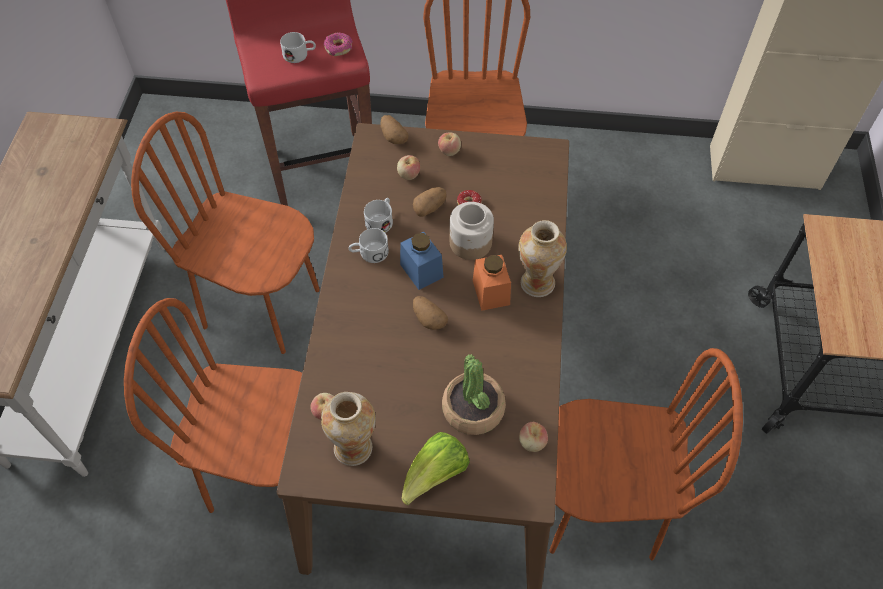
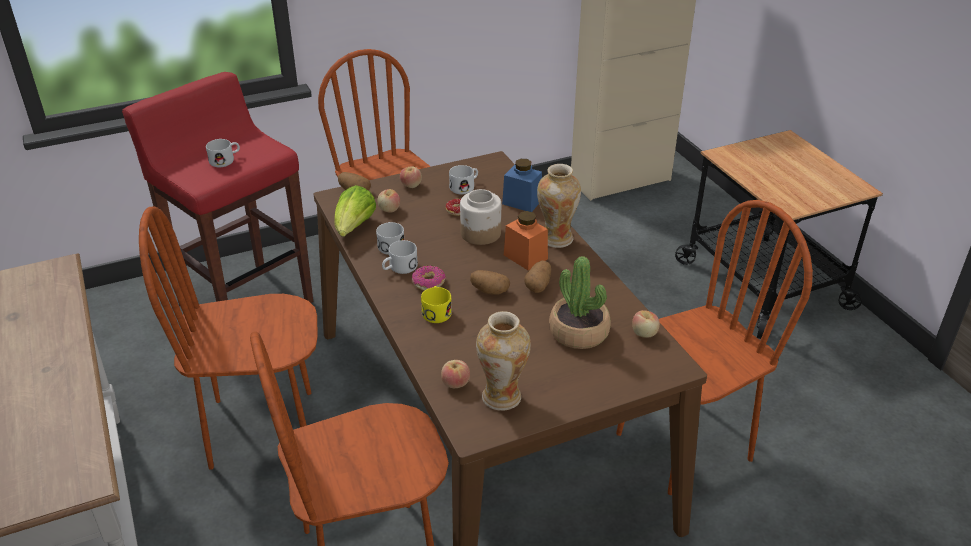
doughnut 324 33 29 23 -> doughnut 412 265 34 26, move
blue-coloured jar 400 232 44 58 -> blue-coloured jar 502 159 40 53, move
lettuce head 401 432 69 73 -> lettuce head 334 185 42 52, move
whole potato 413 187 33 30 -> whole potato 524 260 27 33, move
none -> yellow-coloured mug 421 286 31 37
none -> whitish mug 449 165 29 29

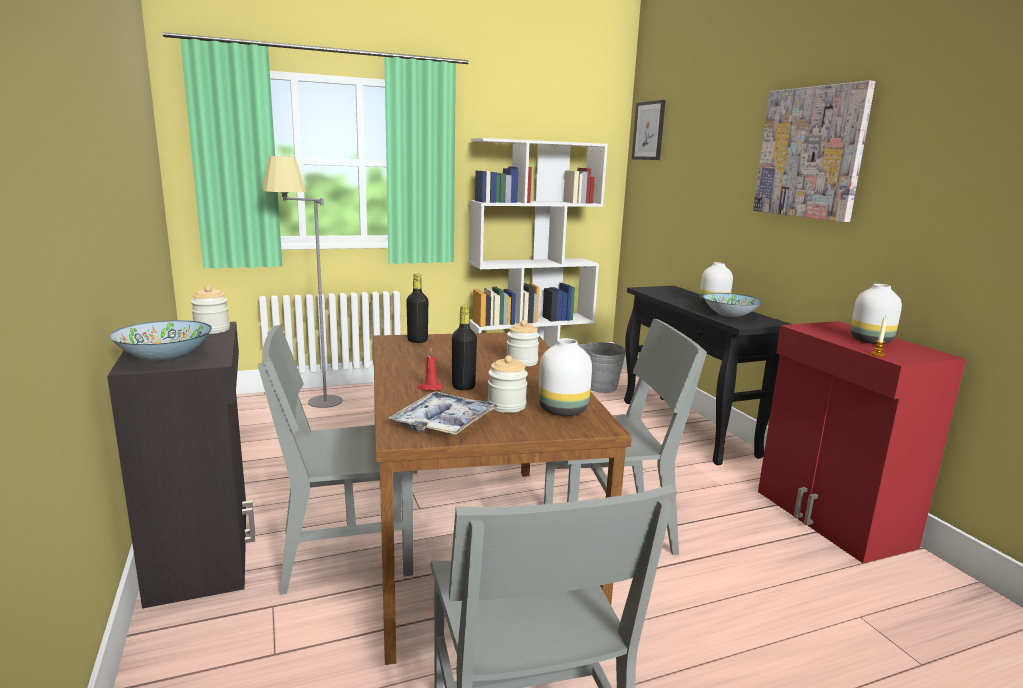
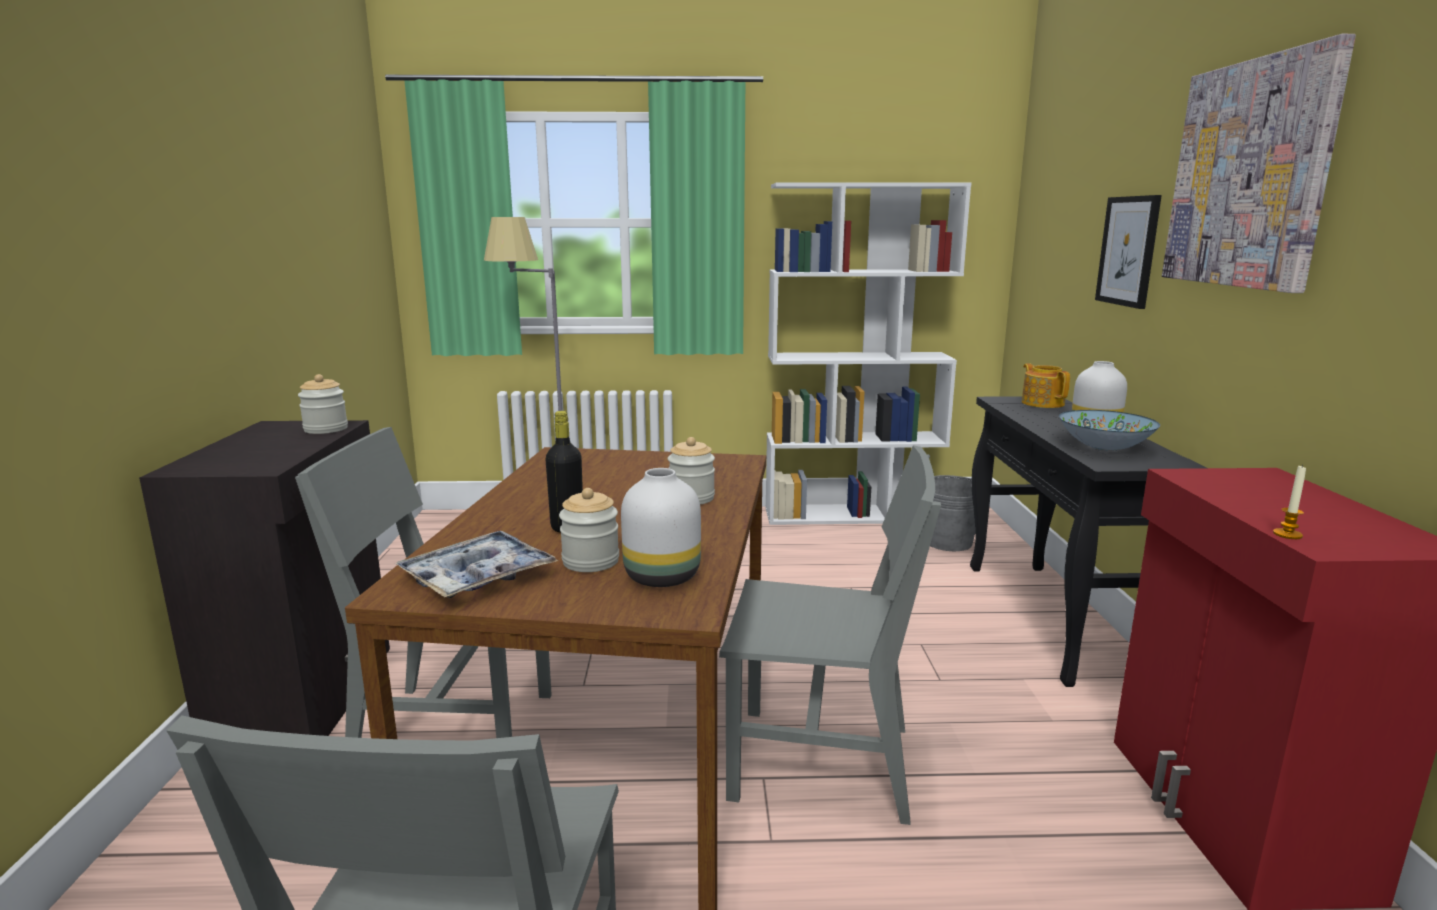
bowl 109 320 103 42 -> none
blackish beverage bottle 406 274 22 69 -> none
red wax light 417 349 26 42 -> none
wall art 632 100 34 60 -> wall art 1095 195 67 114, move
whitish vase 850 284 52 60 -> none
none -> teapot 1022 363 48 45

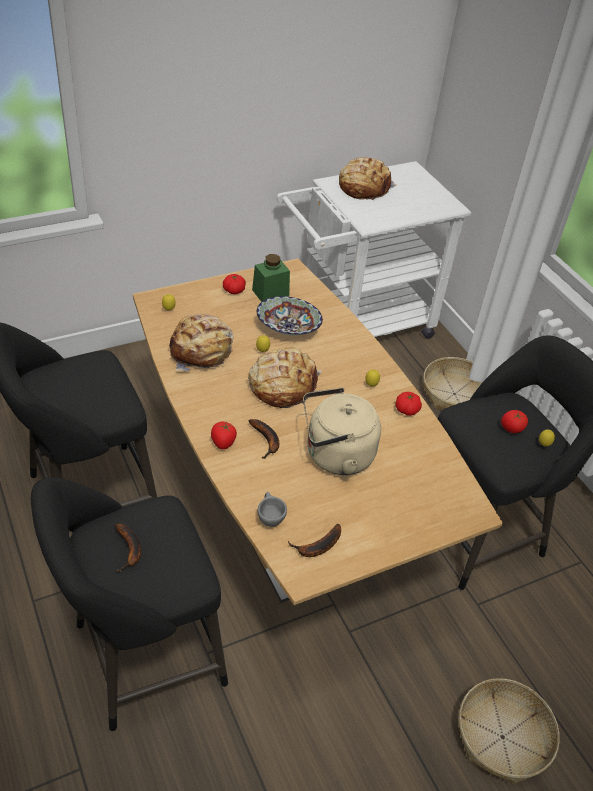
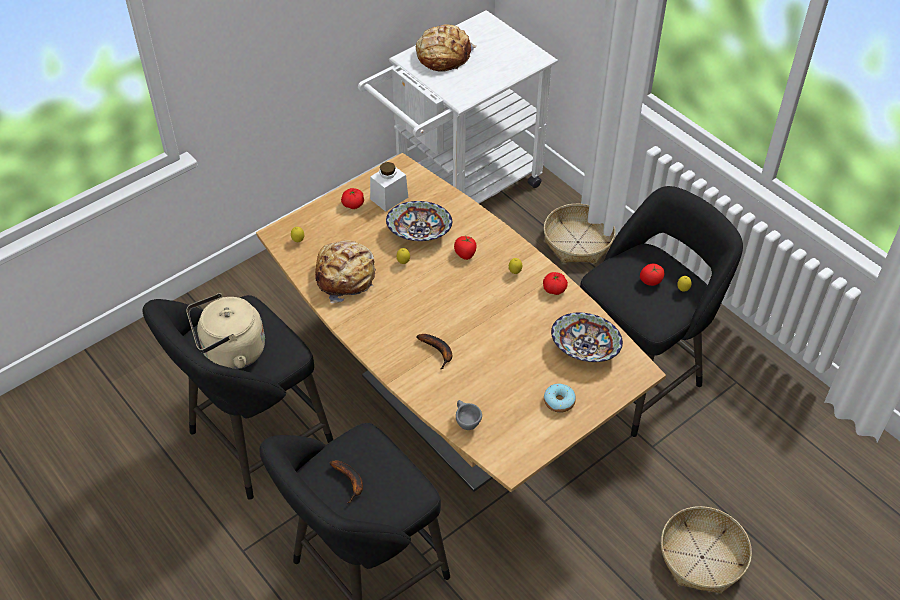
whole tomato 211 422 26 27 -> whole tomato 454 235 22 25, move
bread 248 347 74 61 -> none
greenish jar 252 254 38 48 -> whitish jar 370 162 38 50
whole banana 288 524 53 33 -> none
sand-coloured water kettle 303 387 78 88 -> sand-coloured water kettle 186 293 79 76, move
none -> doughnut 544 384 32 29
none -> bowl 551 313 72 49

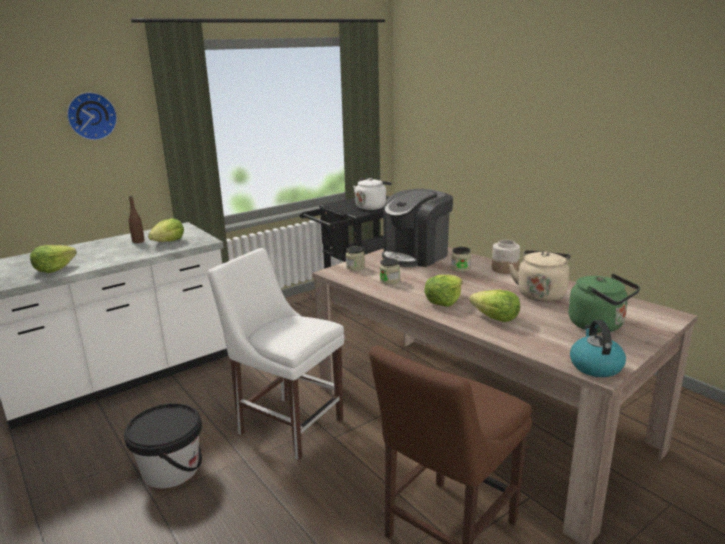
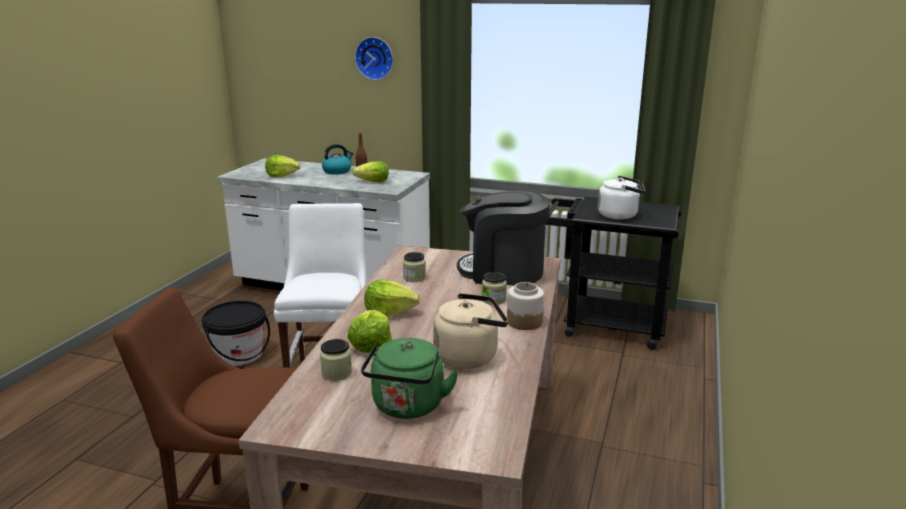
jar 346 246 19 25 -> jar 320 339 32 42, move
water kettle 570 320 56 57 -> water kettle 322 144 32 31, move

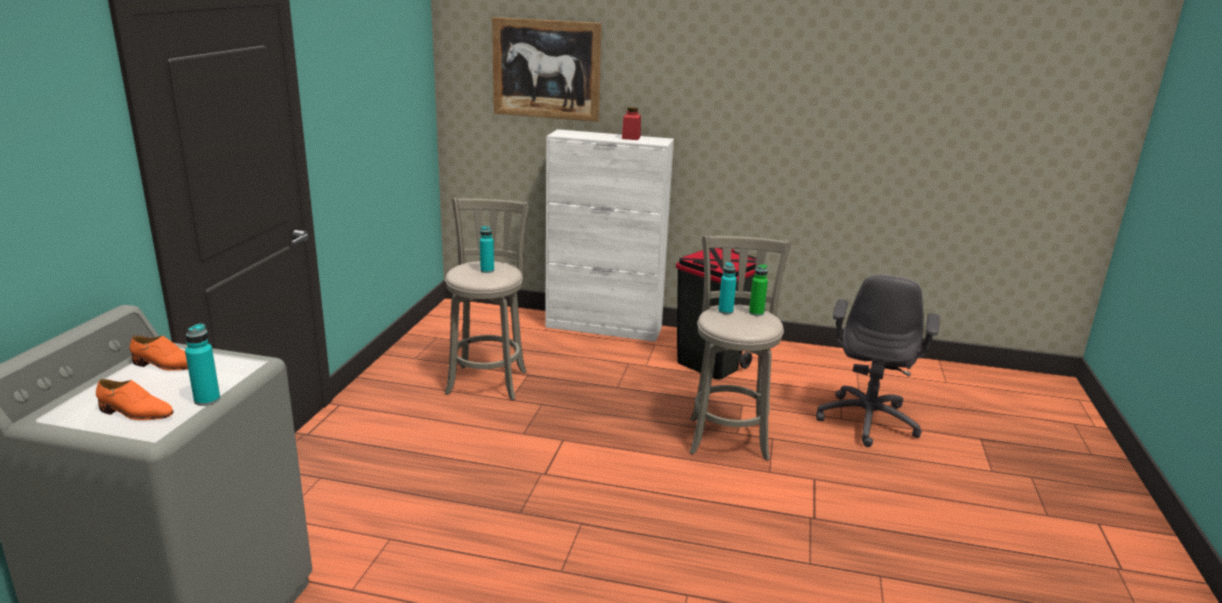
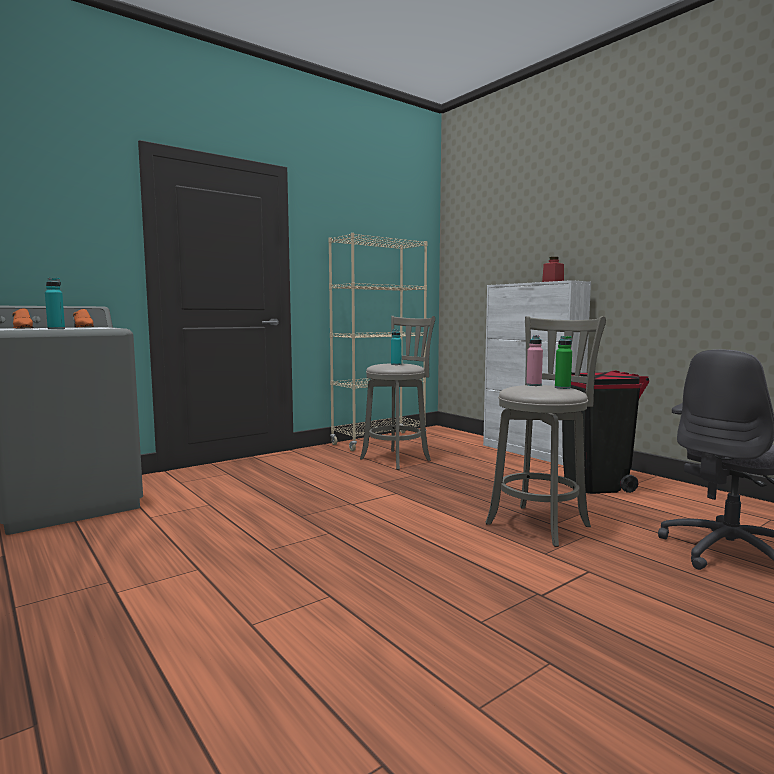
wall art 492 17 110 105 -> none
blue-green beverage bottle 718 262 19 52 -> pink-coloured beverage bottle 526 335 17 51
none -> sand-coloured shelving unit 328 233 99 218

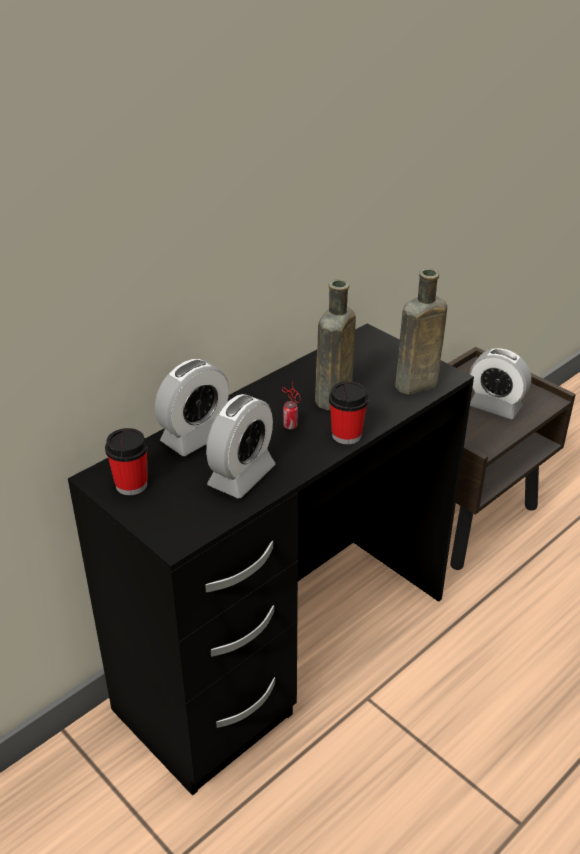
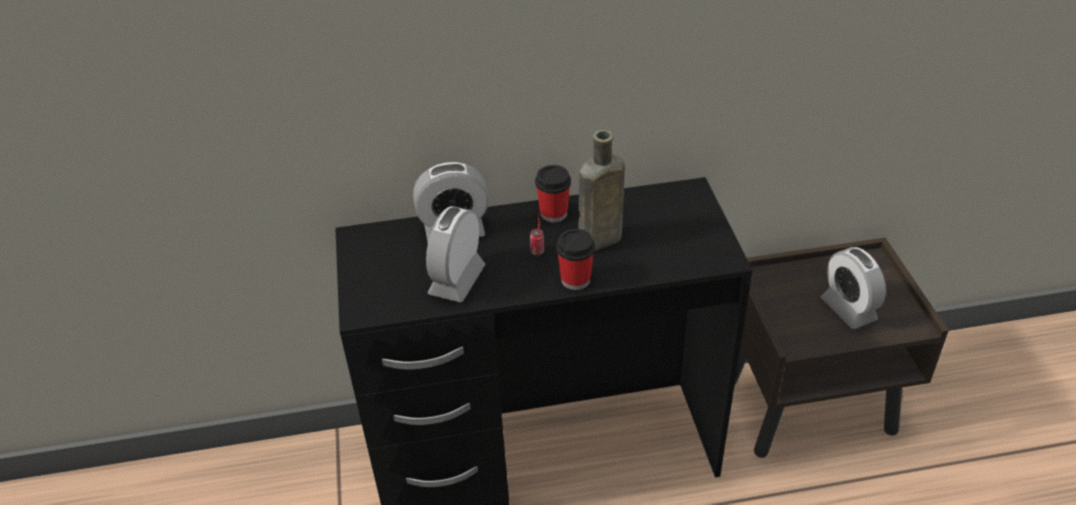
cup 105 428 43 67 -> cup 535 165 36 57, move
alarm clock 206 394 70 104 -> alarm clock 426 206 60 96, 135 degrees clockwise
brown-coloured beverage bottle 395 268 52 127 -> none

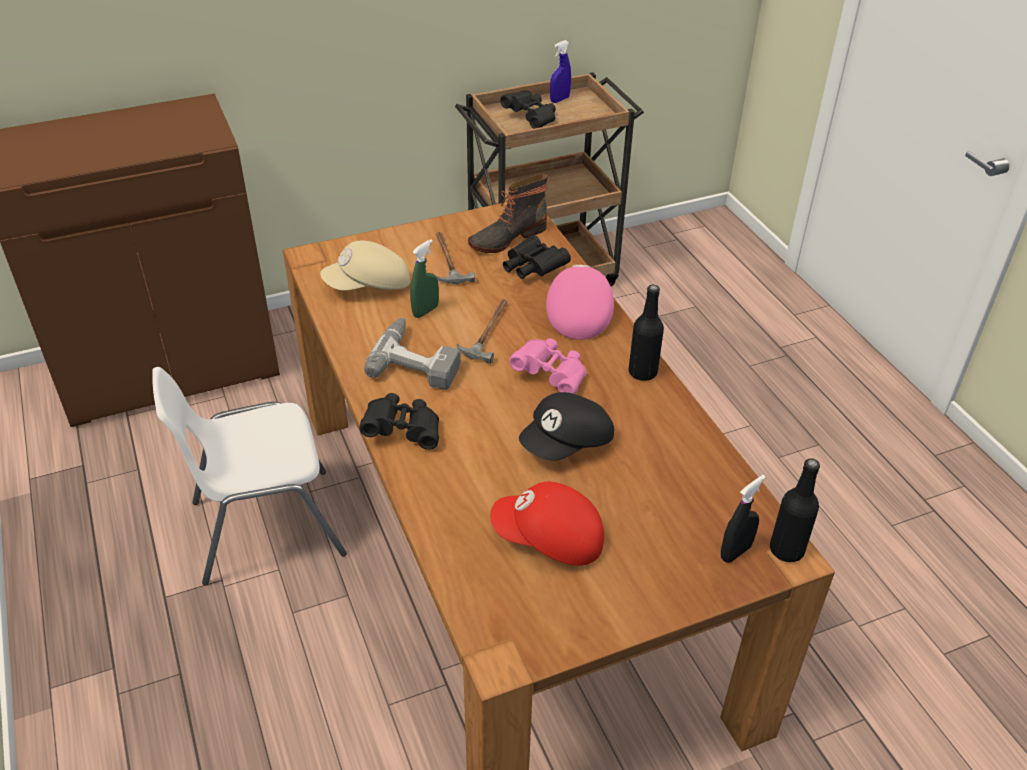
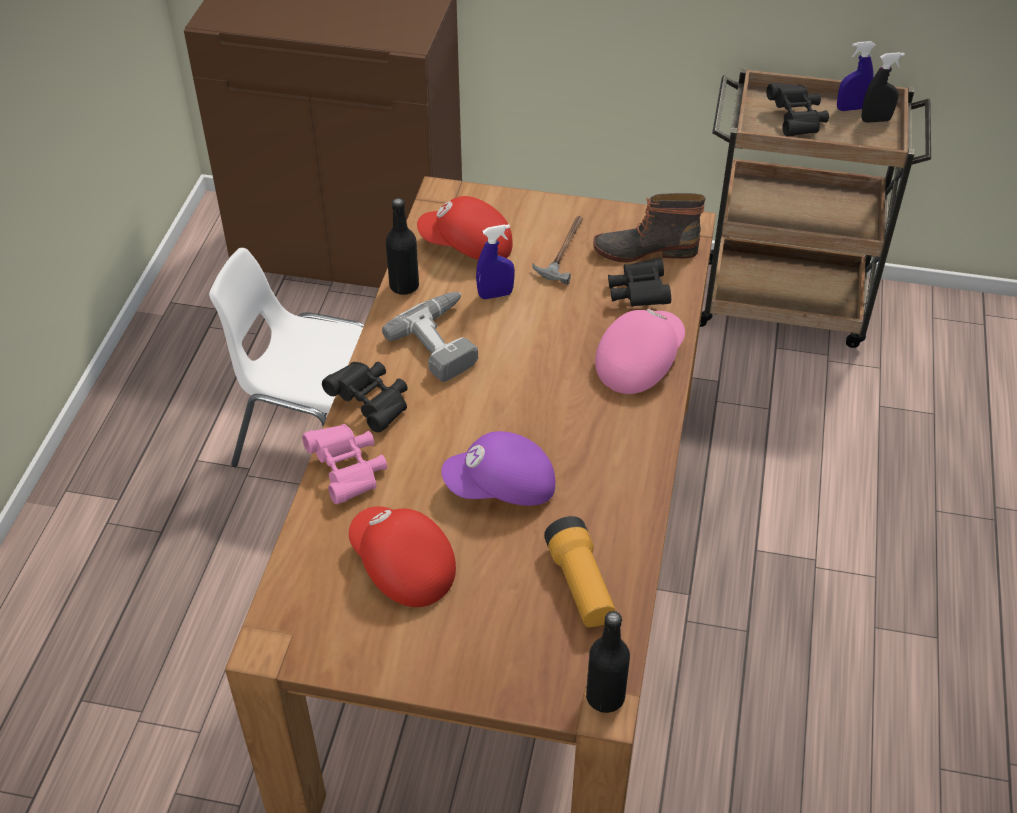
sand-coloured cap 320 241 90 50 -> red cap 417 196 95 64
greenish hand sprayer 410 239 29 79 -> blue-coloured hand sprayer 476 224 39 75
hand hammer 457 299 51 65 -> none
pink-coloured pair of binoculars 509 338 78 56 -> pink-coloured pair of binoculars 302 424 85 80, move
blackish cap 519 392 95 69 -> purple cap 441 431 114 75
blackish beverage bottle 629 285 35 96 -> blackish beverage bottle 386 198 33 97, move
blackish hand sprayer 721 475 45 88 -> blackish hand sprayer 862 52 43 71, move
none -> flashlight 544 516 71 112

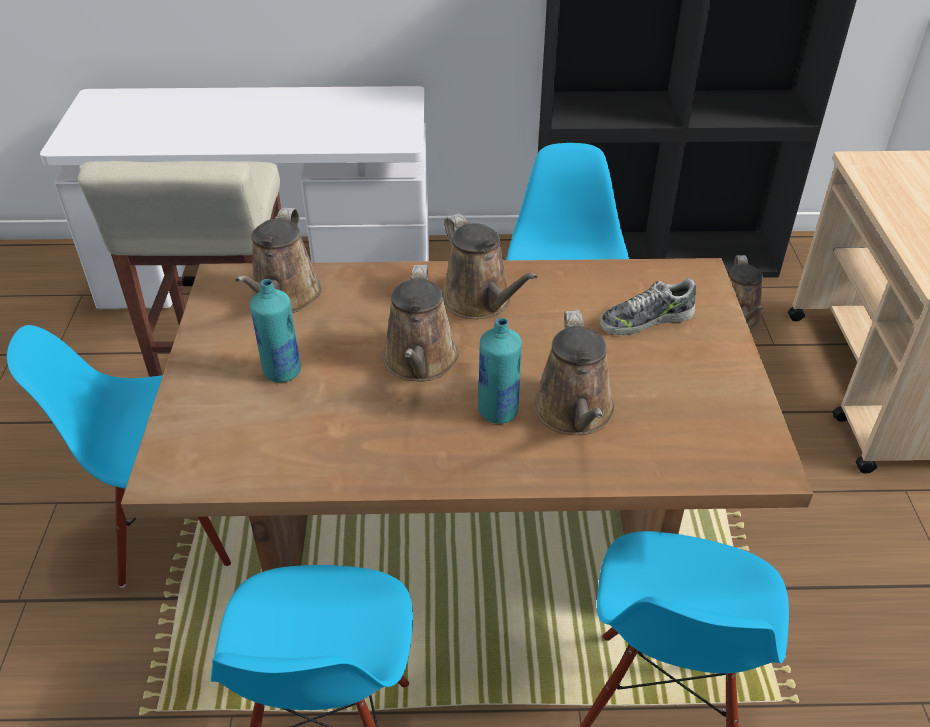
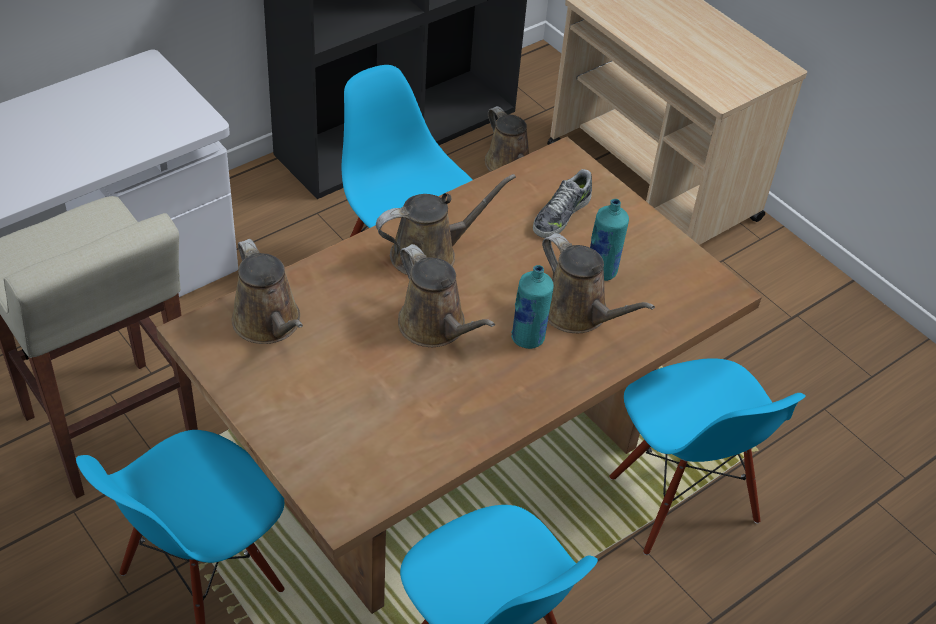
blue-green beverage bottle 250 279 51 103 -> blue-green beverage bottle 590 199 39 82, move
brown-coloured sprinkling can 442 213 96 106 -> brown-coloured sprinkling can 376 174 140 101, 45 degrees counterclockwise

